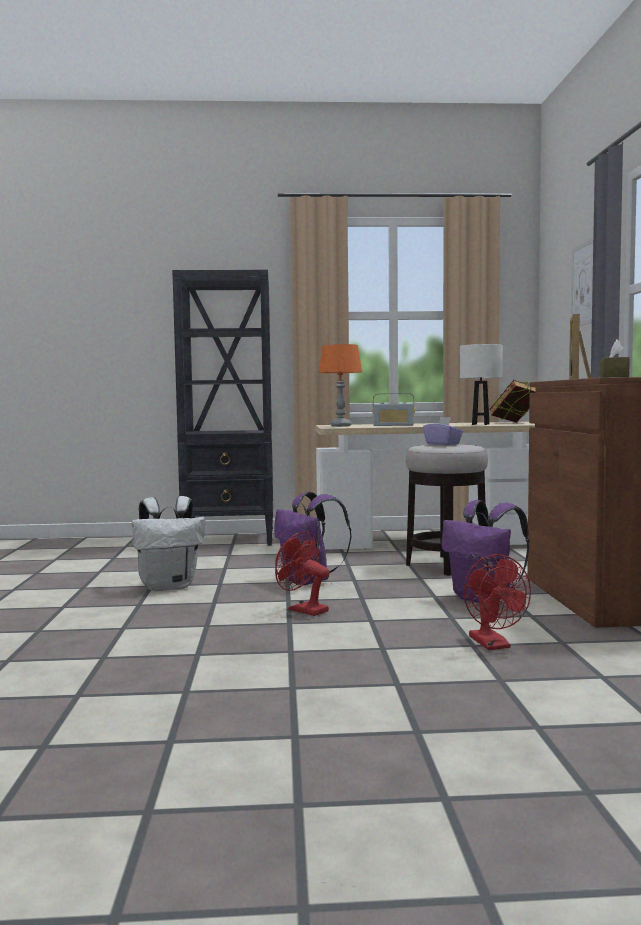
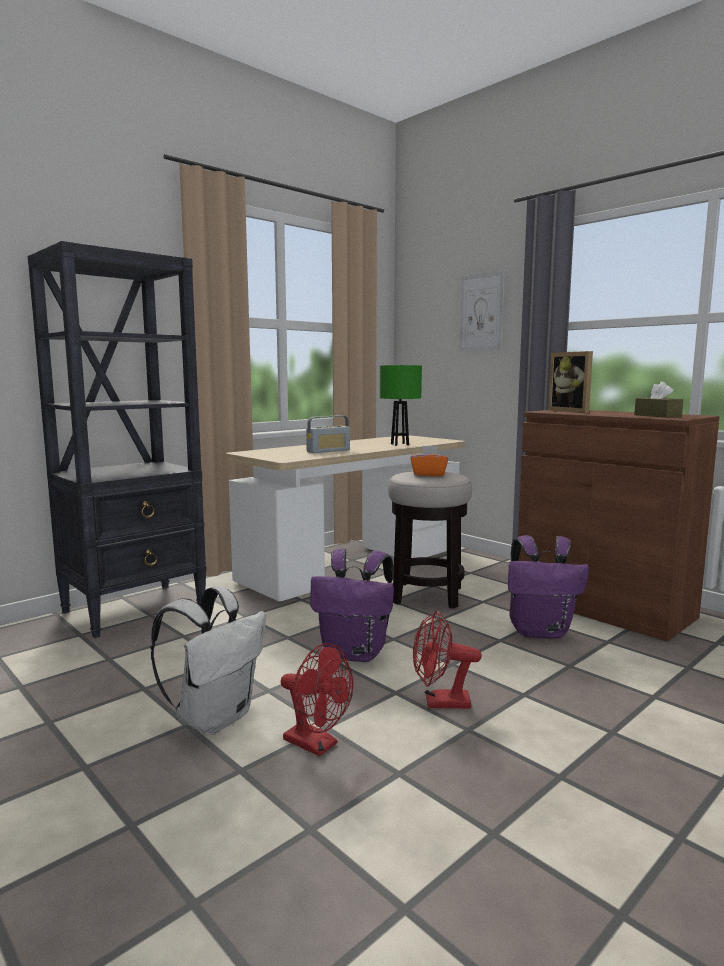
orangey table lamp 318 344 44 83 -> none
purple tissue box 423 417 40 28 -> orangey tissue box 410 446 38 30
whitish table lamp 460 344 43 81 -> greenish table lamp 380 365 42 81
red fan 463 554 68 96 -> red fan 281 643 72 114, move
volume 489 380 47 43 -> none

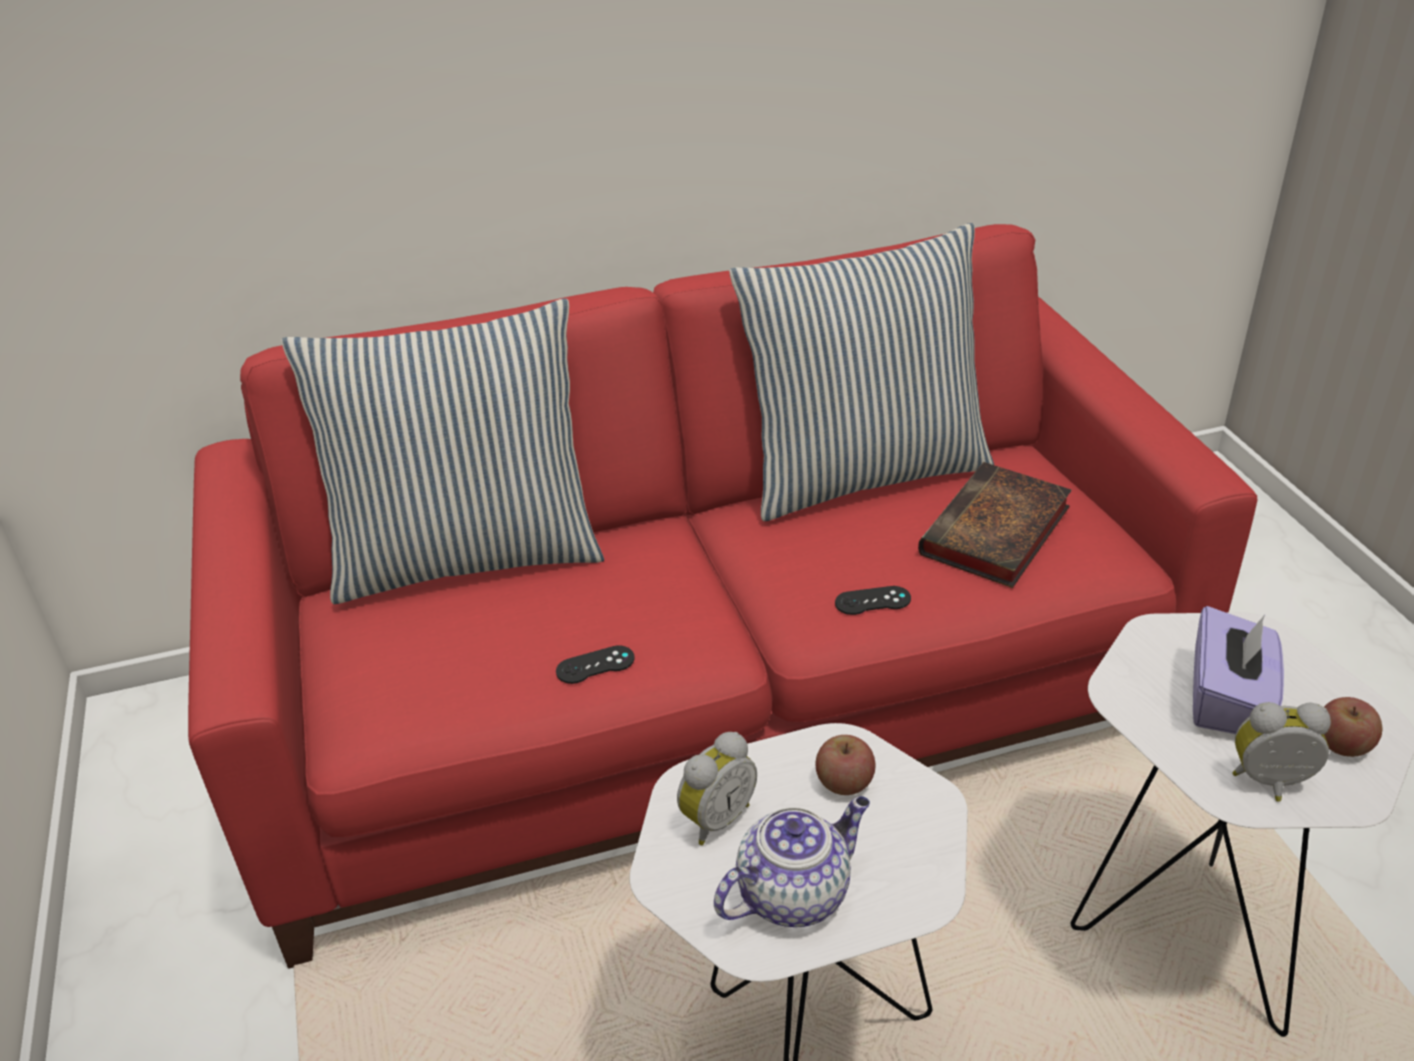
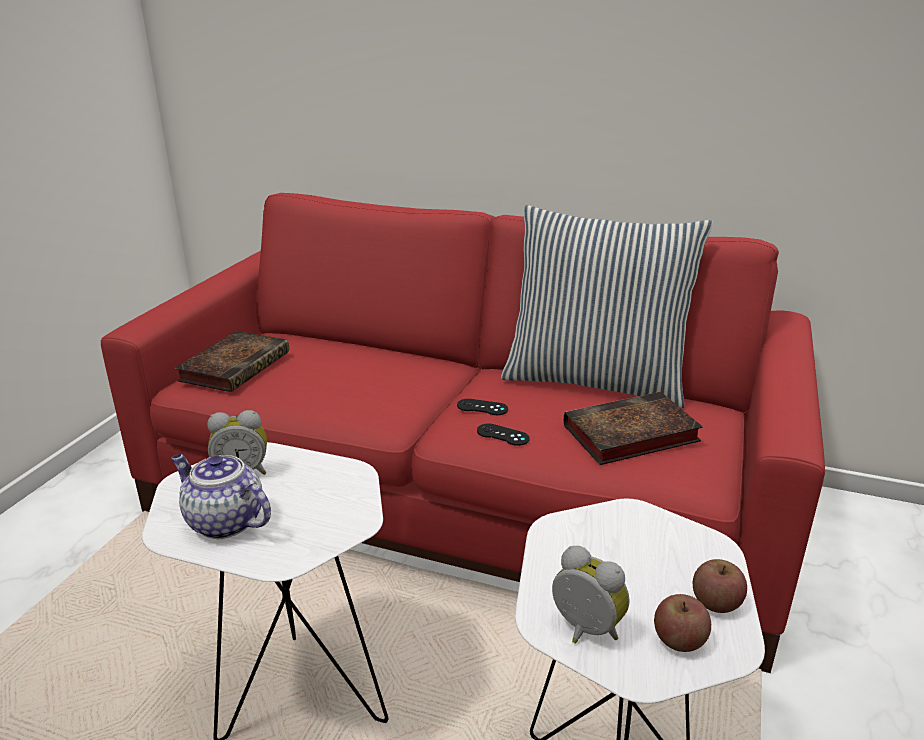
cushion 281 298 323 306 -> none
blackish joypad 556 645 79 39 -> blackish joypad 457 399 51 16, move
teapot 714 796 156 131 -> teapot 171 454 100 85, 150 degrees counterclockwise
apple 815 735 61 60 -> apple 693 559 54 54, move
purple tissue box 1193 606 91 128 -> none
none -> volume 175 331 114 61

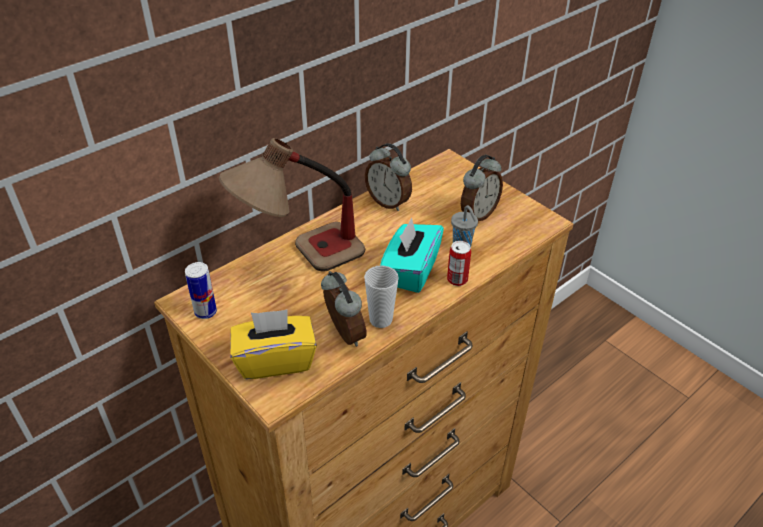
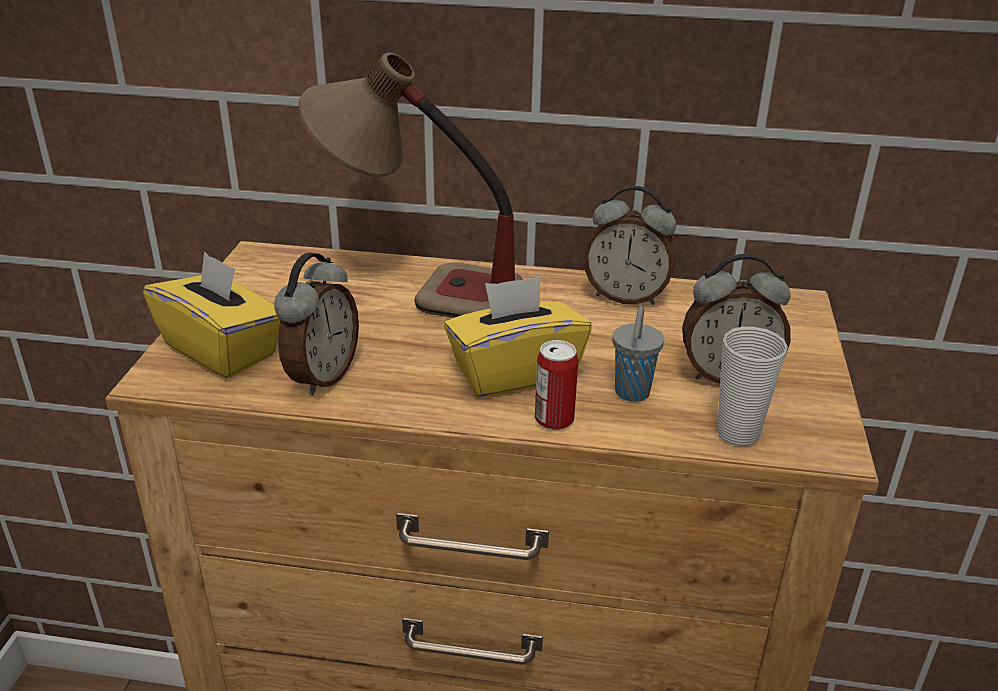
can 185 262 32 57 -> none
cup 364 265 35 63 -> cup 717 326 71 120, move
alarm clock 365 143 47 68 -> alarm clock 583 186 93 119, 75 degrees counterclockwise
blue-green tissue box 380 218 64 75 -> yellow-coloured tissue box 444 276 148 121

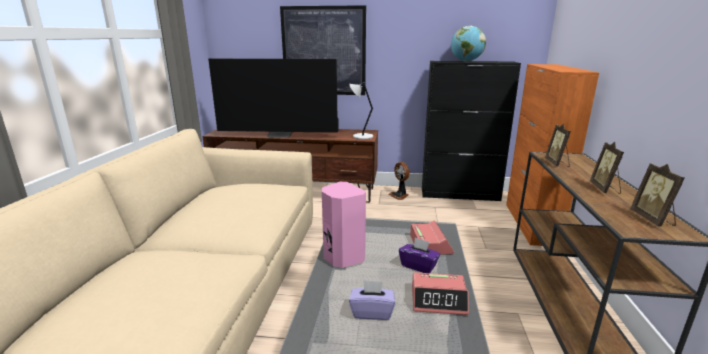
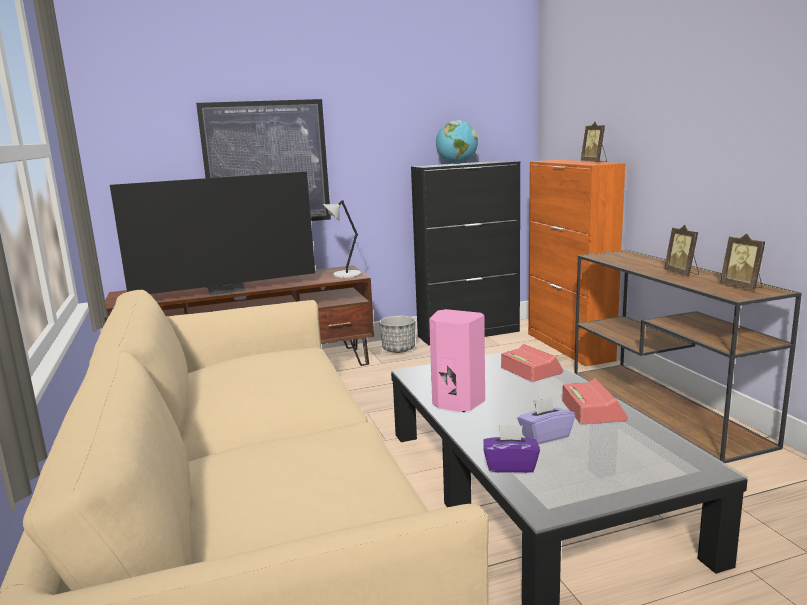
fan 388 162 22 38 -> plant pot 379 316 37 37
purple tissue box 399 238 41 35 -> purple tissue box 483 425 57 48, move
alarm clock 412 272 57 43 -> alarm clock 562 378 66 46, 75 degrees counterclockwise
picture frame 545 124 26 43 -> picture frame 581 122 26 40, move

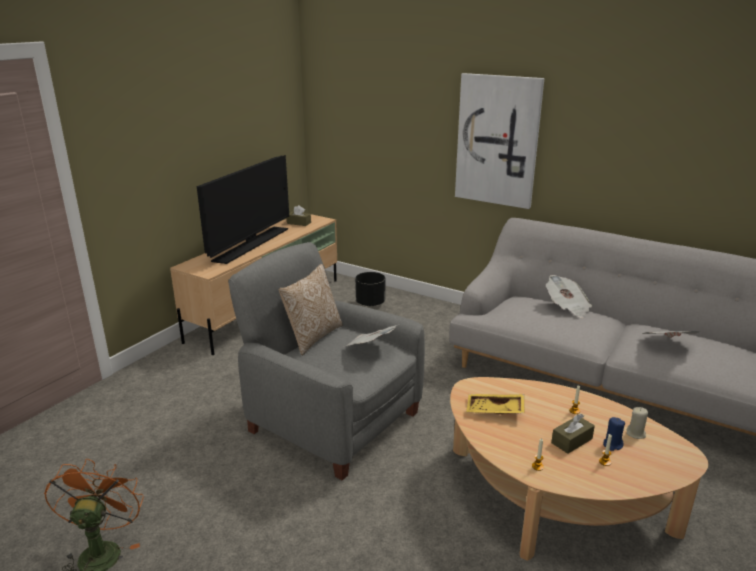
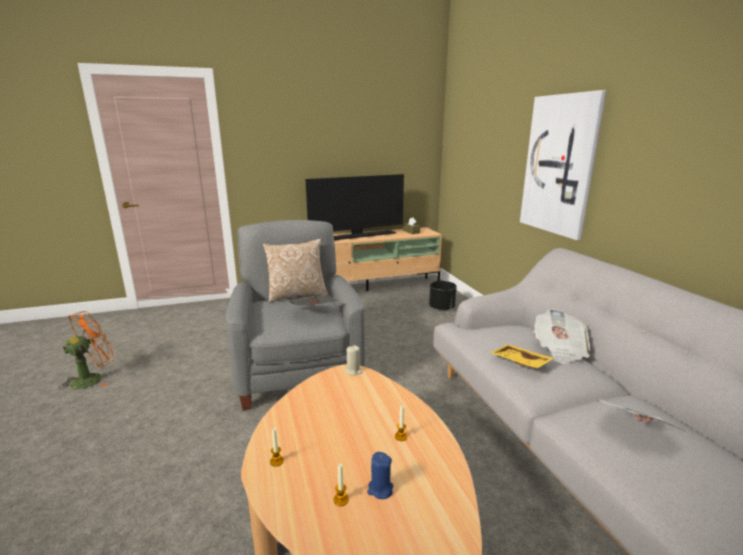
yellow-coloured tray 466 394 58 20 -> yellow-coloured tray 490 344 64 25, move
brown-coloured tissue box 551 414 44 40 -> none
sand-coloured wax light 626 407 22 32 -> sand-coloured wax light 346 345 16 31, move

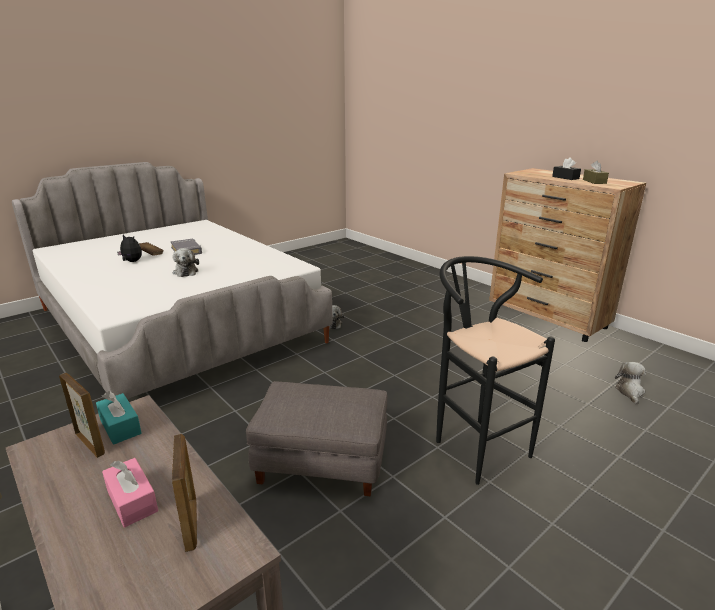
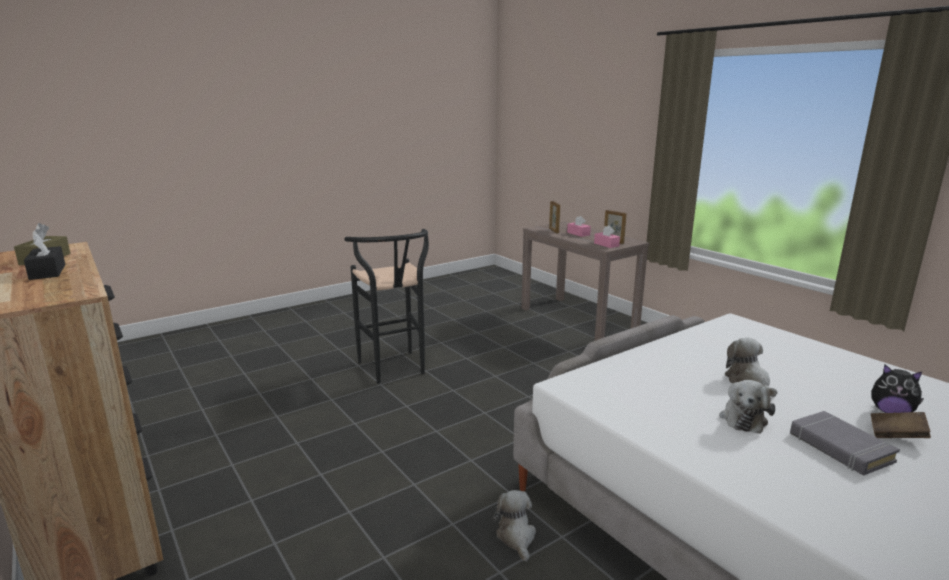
blue-green tissue box 96 391 46 54 -> pink-coloured tissue box 594 225 26 23
grey ottoman 246 381 141 115 -> none
cuddly toy 615 362 31 43 -> cuddly toy 719 380 56 54, move

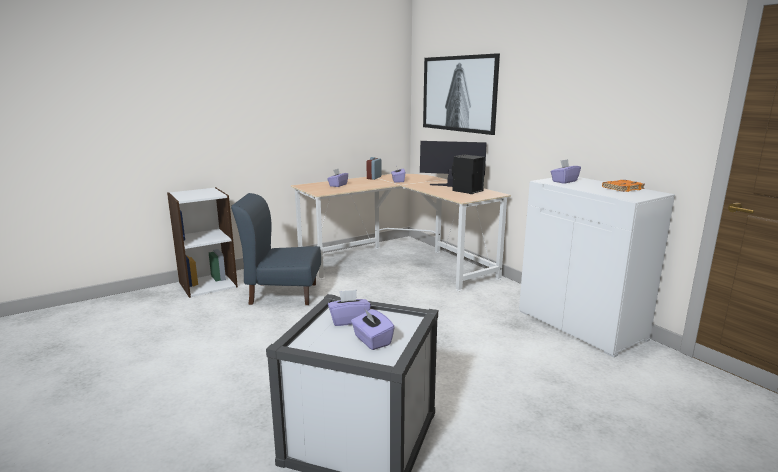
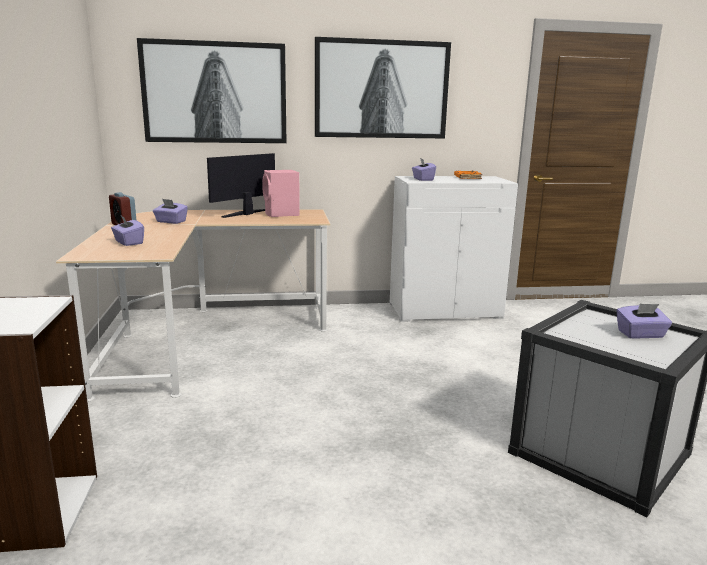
blue-coloured plain chair 231 193 90 112 -> none
purple tissue box 328 290 43 36 -> none
blackish audio speaker 452 155 33 39 -> pink-coloured audio speaker 262 170 38 47
none -> wall art 315 37 136 101

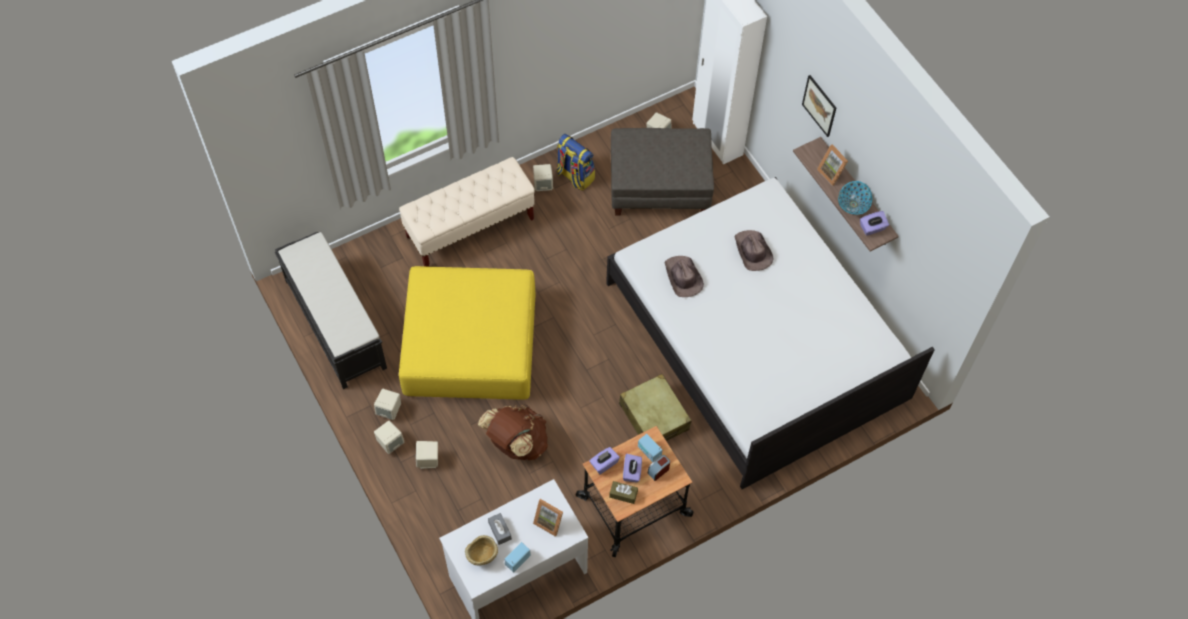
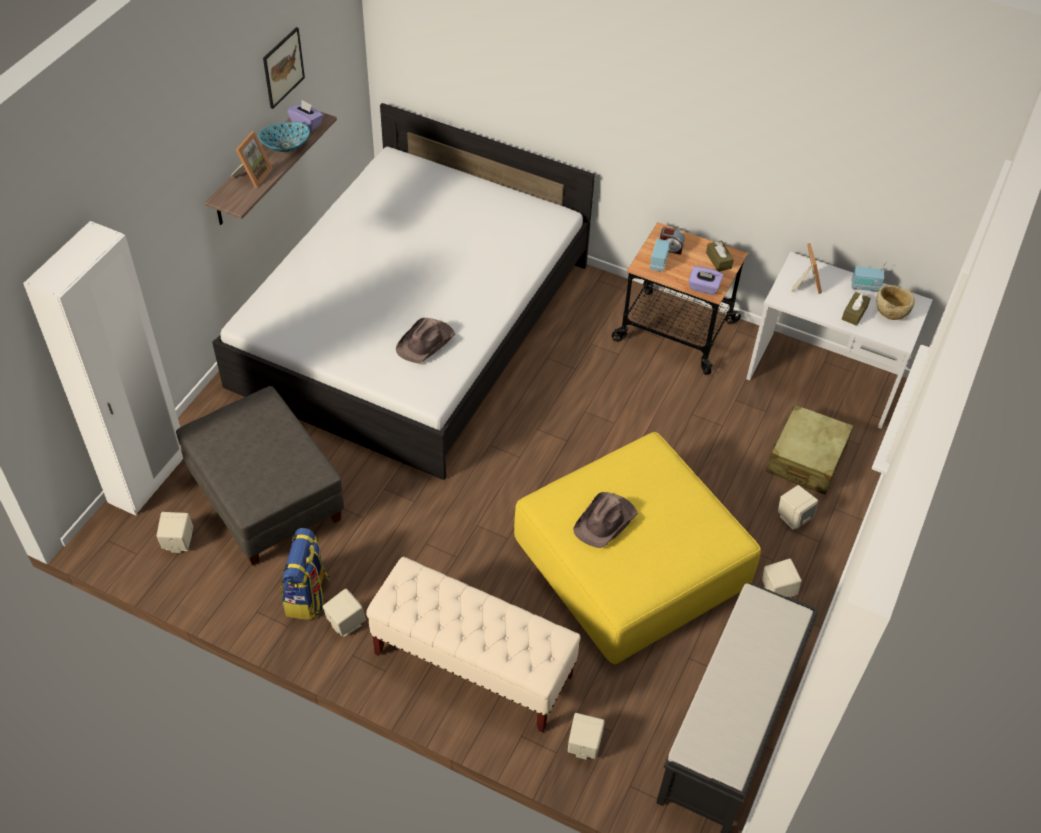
sand-coloured audio speaker 374 421 30 33 -> sand-coloured audio speaker 568 713 37 47, move
brown-coloured rucksack 478 404 70 56 -> none
grey tissue box 488 513 24 32 -> brown-coloured tissue box 842 292 29 34
sand-coloured travel case 619 374 73 67 -> sand-coloured travel case 766 405 87 90, move
purple tissue box 623 454 19 29 -> none
brown-coloured wearable hat 734 230 39 41 -> brown-coloured wearable hat 573 492 65 56, move
wall art 802 75 34 62 -> wall art 263 27 42 82, move

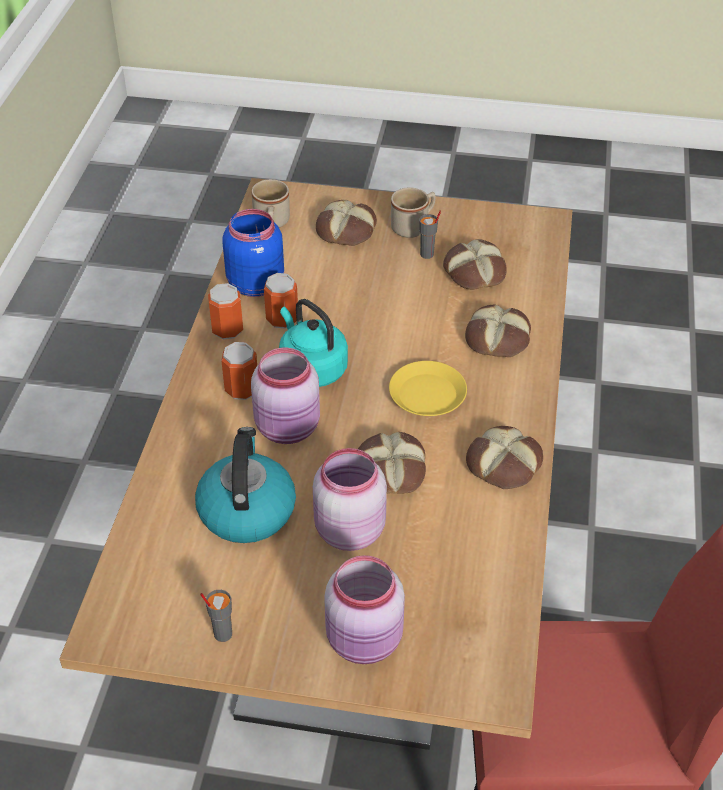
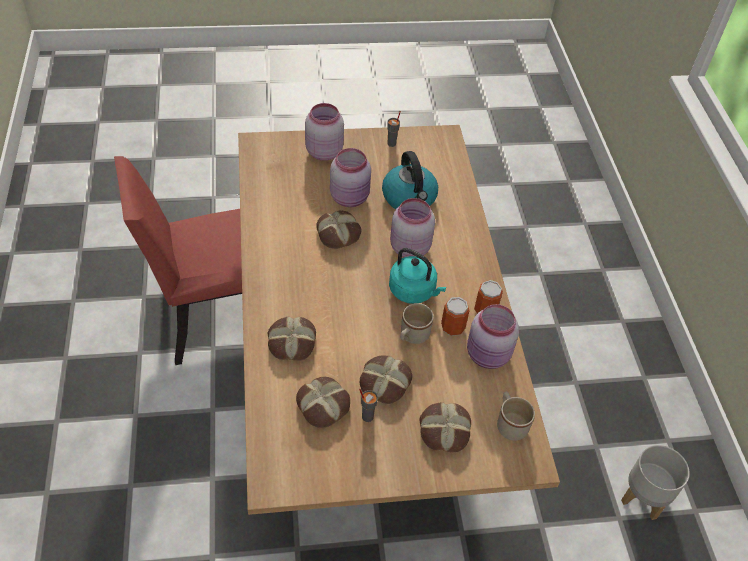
can 221 342 36 58 -> none
blue-coloured jar 223 209 61 88 -> pink-coloured jar 467 304 52 65
yellow-coloured dinner plate 389 361 78 55 -> none
sand-coloured mug 391 188 45 50 -> sand-coloured mug 400 303 34 41, move
bread 466 426 77 63 -> bread 360 356 52 48, move
none -> grey plant pot 621 445 69 75

